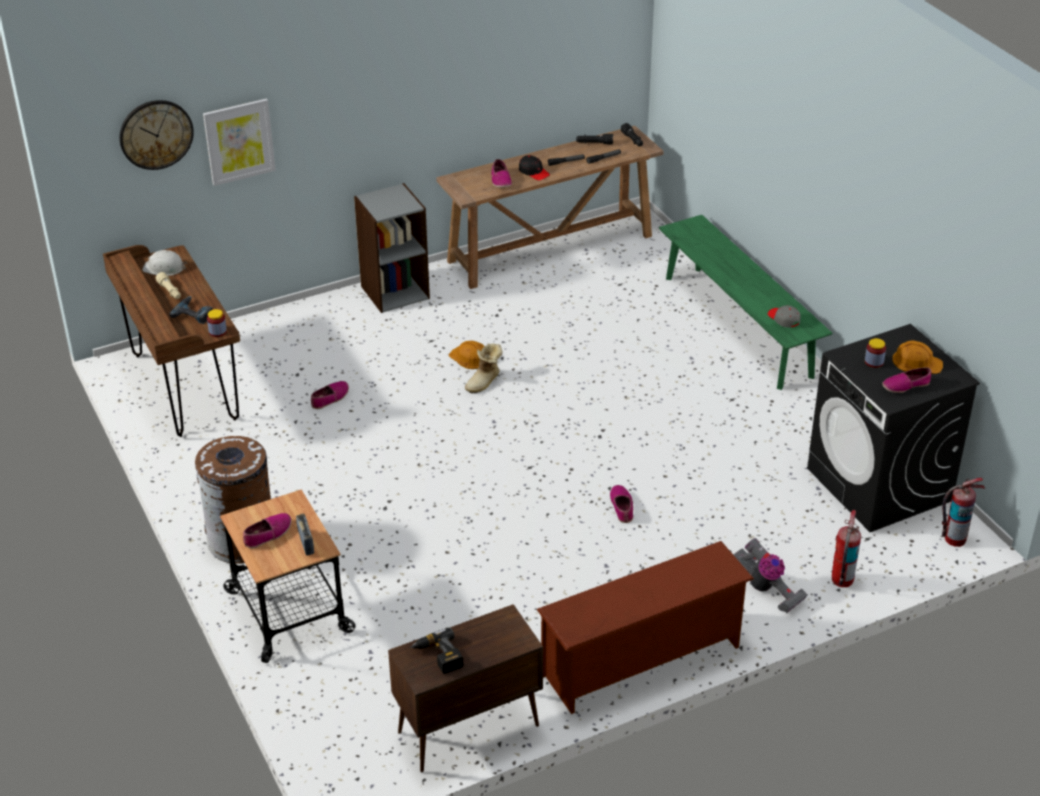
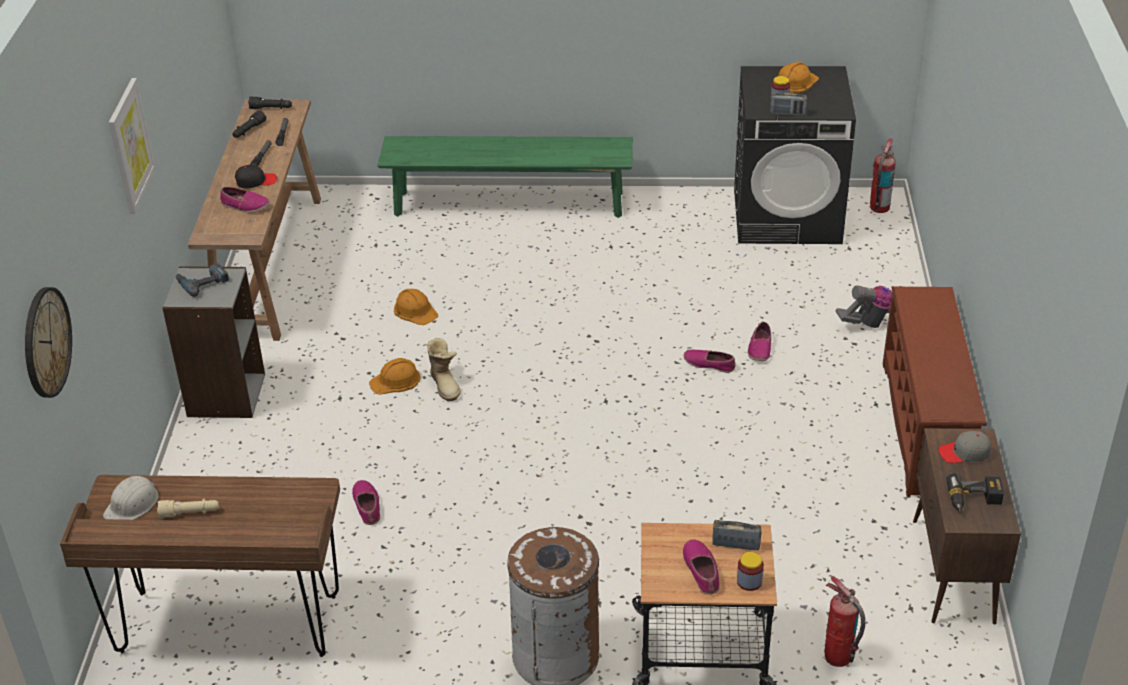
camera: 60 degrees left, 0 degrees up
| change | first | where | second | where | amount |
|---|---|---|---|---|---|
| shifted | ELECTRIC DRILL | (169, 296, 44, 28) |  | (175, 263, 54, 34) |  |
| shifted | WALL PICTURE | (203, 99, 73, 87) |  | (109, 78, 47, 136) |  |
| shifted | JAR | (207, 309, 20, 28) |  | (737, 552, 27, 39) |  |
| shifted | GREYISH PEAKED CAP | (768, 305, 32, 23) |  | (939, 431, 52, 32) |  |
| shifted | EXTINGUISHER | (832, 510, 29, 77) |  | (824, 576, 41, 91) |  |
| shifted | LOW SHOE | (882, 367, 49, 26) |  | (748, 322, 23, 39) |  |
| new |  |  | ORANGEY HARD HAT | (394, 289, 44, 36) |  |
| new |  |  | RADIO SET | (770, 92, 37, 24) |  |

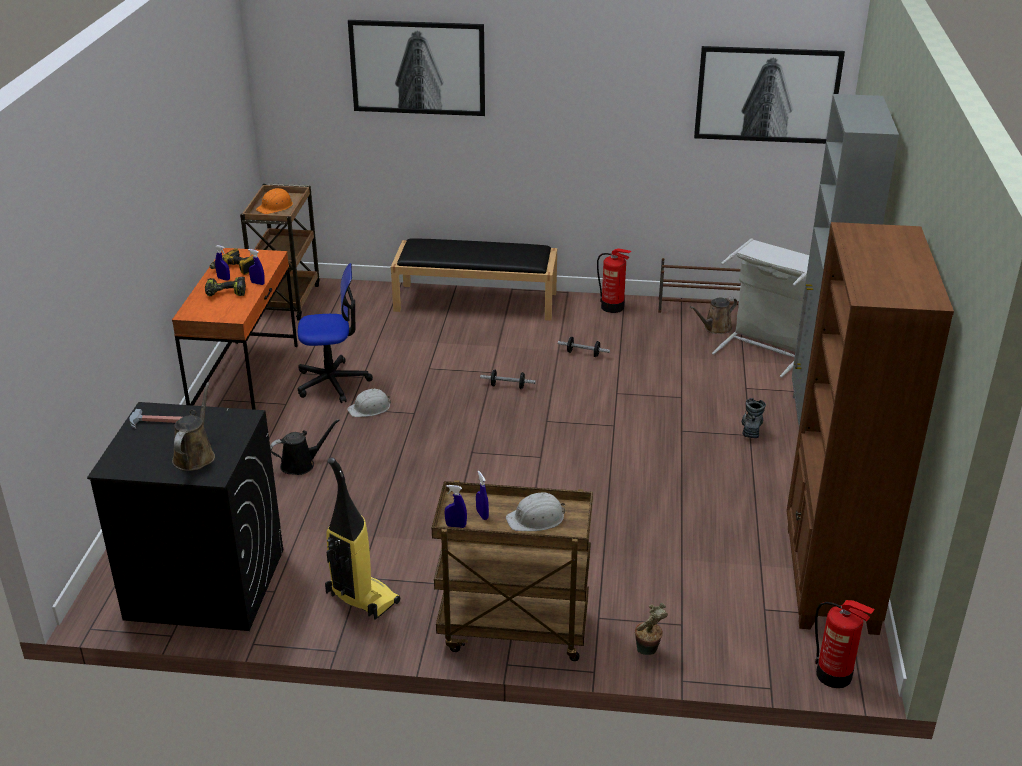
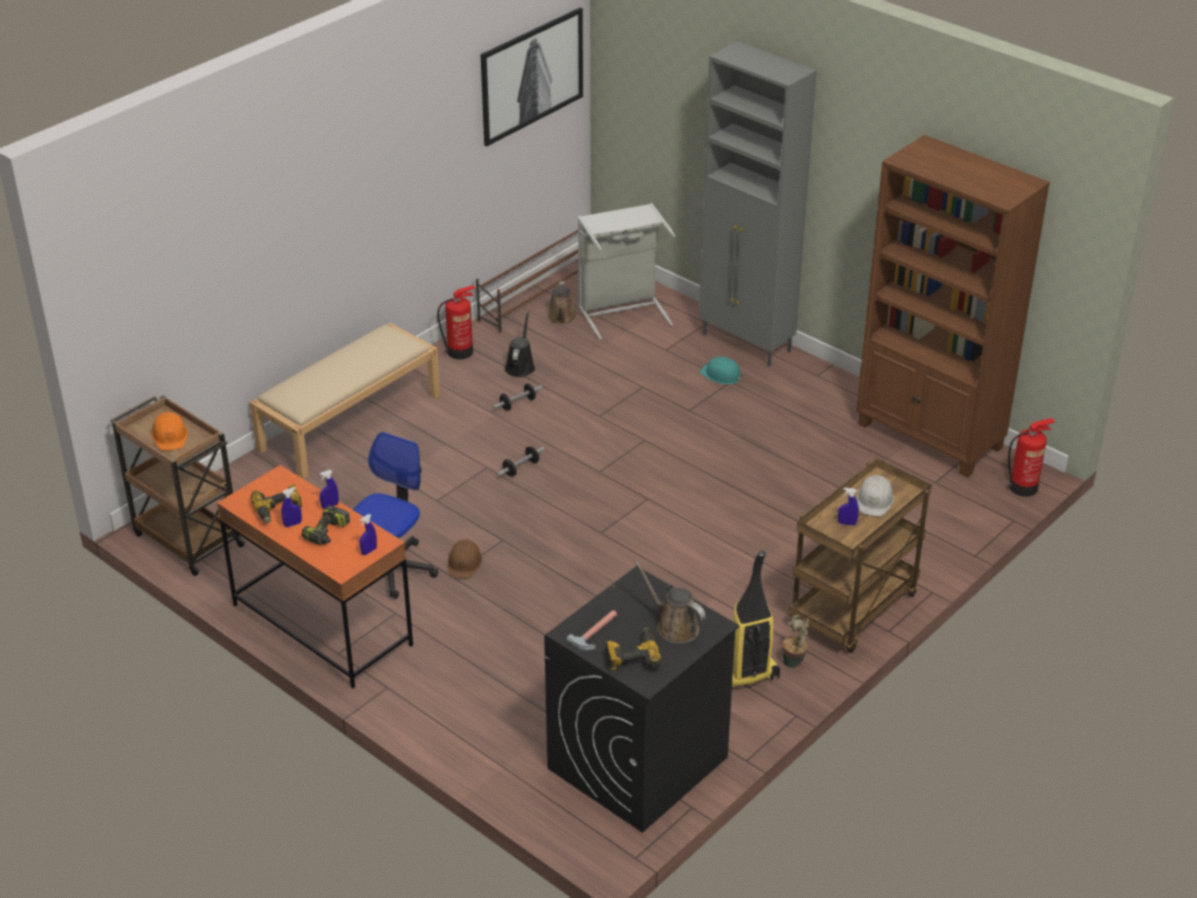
camera: 55 degrees left, 5 degrees up
| change | first | where | second | where | amount |
|---|---|---|---|---|---|
| shifted | BLACK-COLOURED SPRINKLING CAN | (270, 419, 70, 56) |  | (505, 313, 30, 64) |  |
| repainted | WHITISH HARD HAT | (347, 389, 44, 28) | BROWN-COLOURED HARD HAT | (448, 539, 34, 40) |  |
| gone | WALL PICTURE | (348, 20, 137, 96) |  |  |  |
| repainted | BLACK-COLOURED LONG SEAT | (391, 238, 166, 83) | BEIGE LONG SEAT | (250, 323, 190, 156) |  |
| shifted | BLUE SPRAYER | (445, 485, 22, 43) |  | (360, 514, 17, 41) |  |
| shifted | HOUSEPLANT | (635, 603, 33, 52) |  | (782, 615, 27, 53) |  |
| swapped | HIGH-TOP BOOT | (742, 398, 24, 40) | TURQUOISE-COLOURED HARD HAT | (700, 357, 44, 28) |  |
| new |  |  | ELECTRIC DRILL | (606, 628, 55, 42) |  |

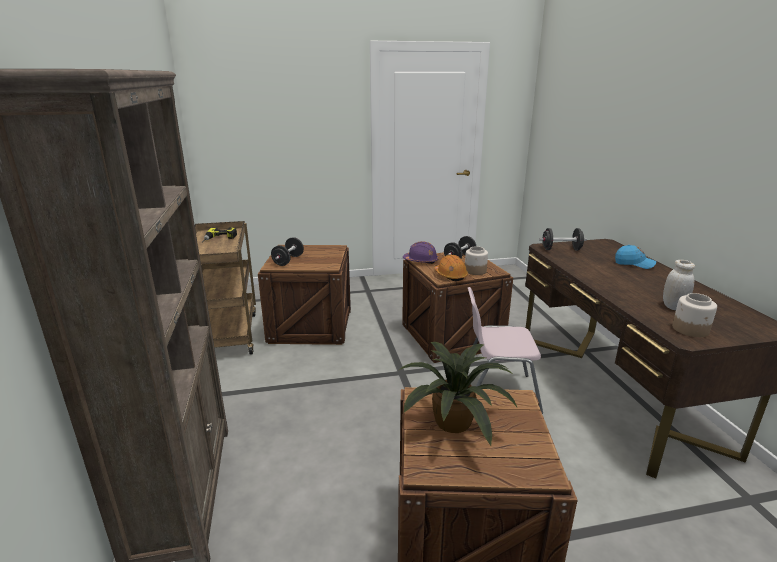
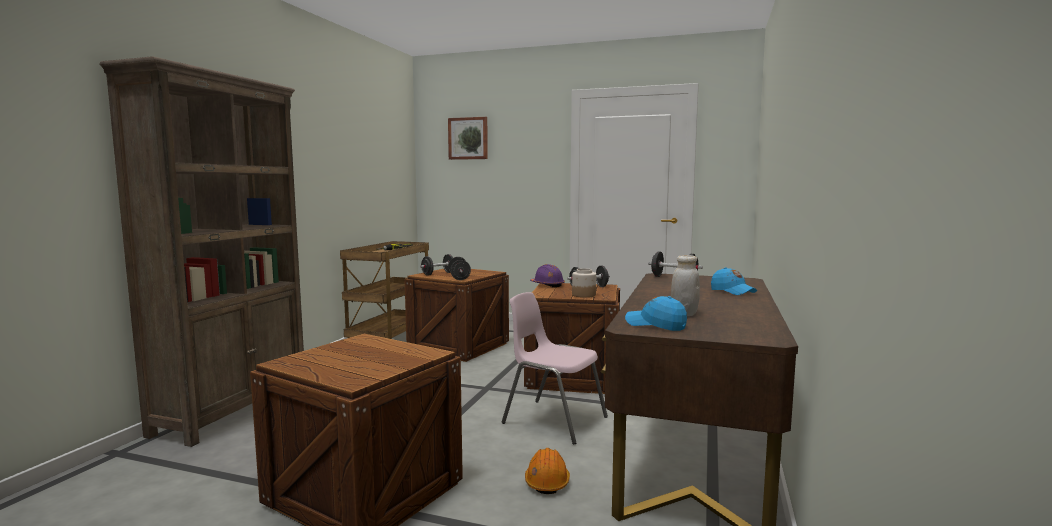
camera: 30 degrees right, 15 degrees down
| change | first | where | second | where | amount |
|---|---|---|---|---|---|
| gone | HOUSEPLANT | (399, 342, 118, 104) |  |  |  |
| shifted | ORANGEY HARD HAT | (434, 254, 34, 27) |  | (525, 448, 45, 46) |  |
| swapped | JAR | (672, 293, 45, 44) | BLUE PEAKED CAP | (625, 296, 62, 35) |  |
| new |  |  | WALL PICTURE | (448, 117, 40, 43) |  |
| new |  |  | BLACK-COLOURED HAND WEIGHT | (448, 257, 23, 23) |  |

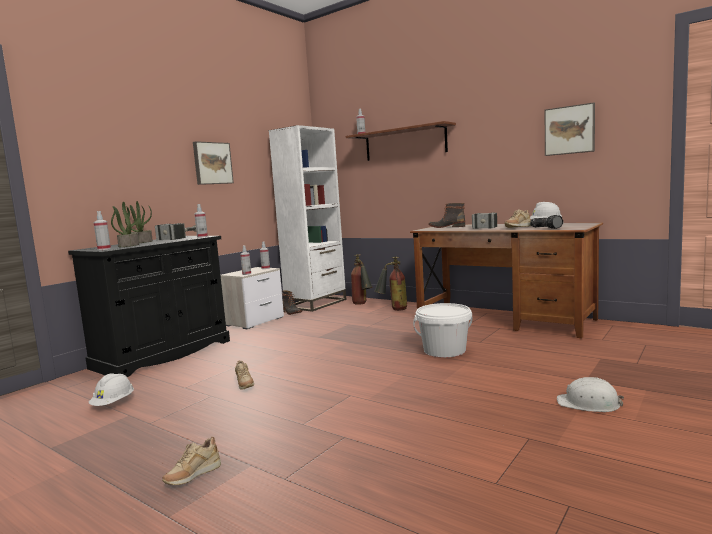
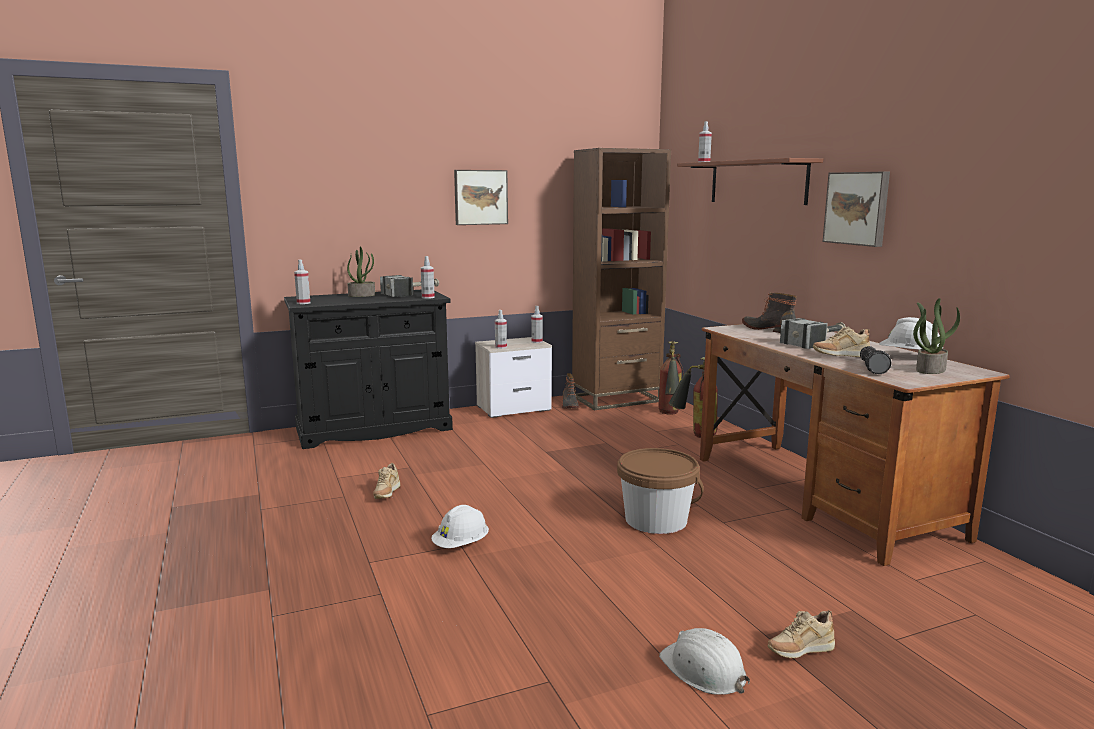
camera: 30 degrees right, 5 degrees up
| change | first | where | second | where | amount |
|---|---|---|---|---|---|
| shifted | WHITISH HARD HAT | (89, 373, 45, 33) |  | (431, 505, 58, 43) |  |
| shifted | HOUSEPLANT | (111, 202, 29, 45) |  | (913, 298, 47, 76) |  |
| shifted | BEIGE LOW SHOE | (162, 437, 59, 48) |  | (767, 610, 68, 48) |  |
| repainted | WHITISH BOOKCASE | (269, 125, 78, 187) | BROWN-COLOURED BOOKCASE | (572, 148, 99, 262) |  |
| repainted | WHITISH BUCKET | (413, 303, 60, 55) | BROWN-COLOURED BUCKET | (617, 448, 87, 86) |  |
| shifted | WALL PICTURE | (545, 102, 50, 54) |  | (823, 172, 67, 75) |  |

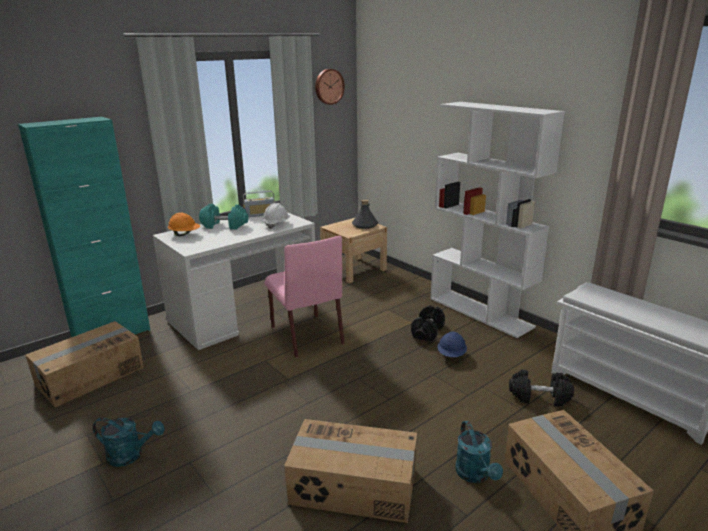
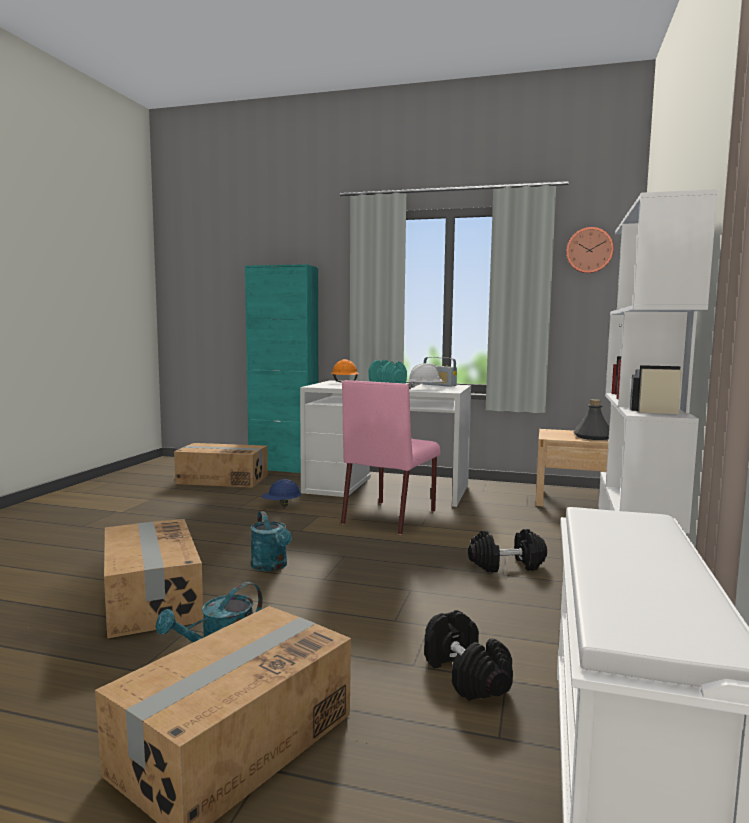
camera: 55 degrees right, 15 degrees down
| change | first | where | second | where | amount |
|---|---|---|---|---|---|
| shifted | TURQUOISE-COLOURED SPRINKLING CAN | (93, 417, 72, 50) |  | (250, 511, 42, 60) |  |
| shifted | BLUE HARD HAT | (437, 332, 30, 25) |  | (262, 479, 39, 28) |  |

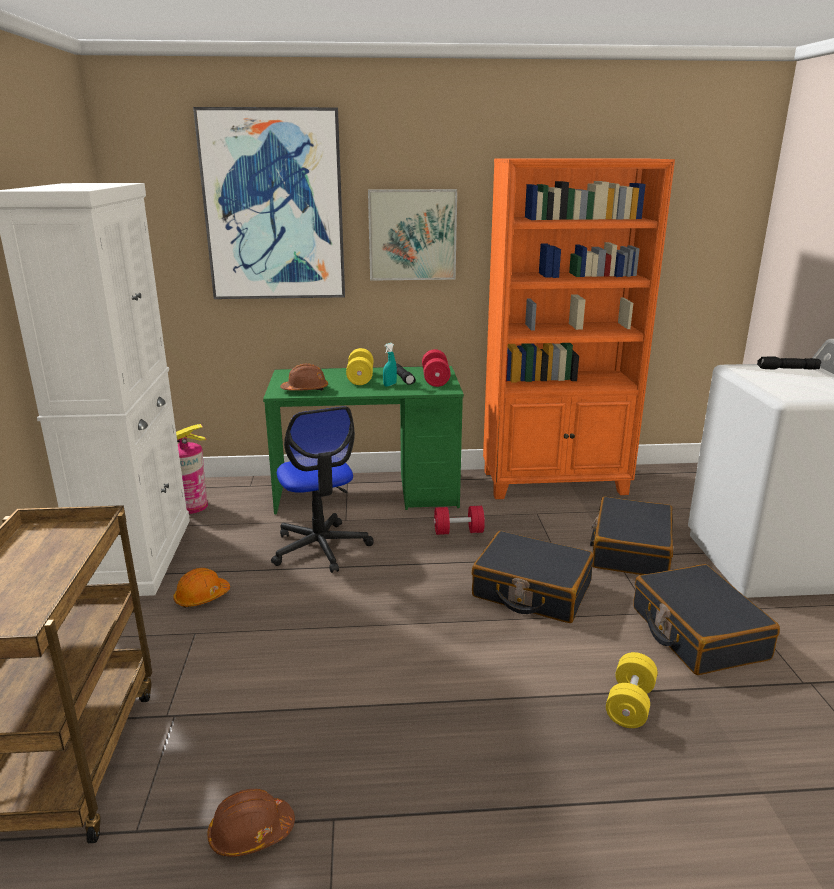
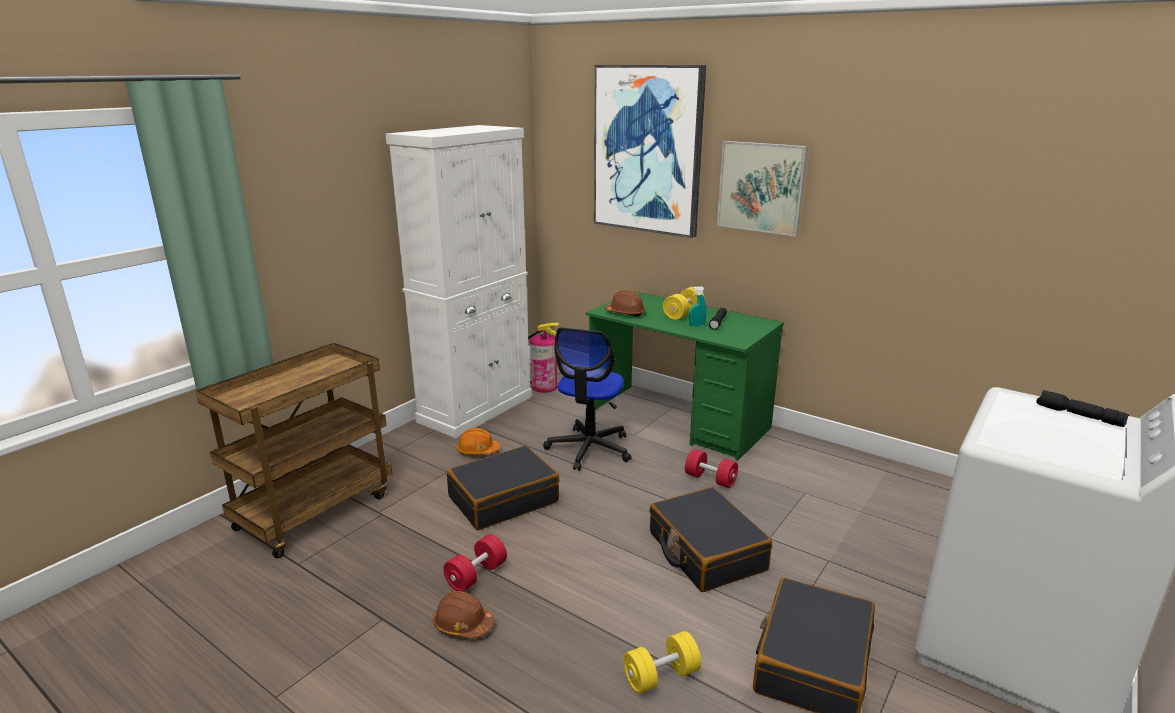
camera: 40 degrees right, 0 degrees up
| change | first | where | second | where | amount |
|---|---|---|---|---|---|
| shifted | BROWN-COLOURED HARD HAT | (207, 789, 88, 68) |  | (433, 591, 61, 47) |  |
| shifted | RED-COLOURED HAND WEIGHT | (422, 349, 29, 38) |  | (443, 534, 64, 58) |  |
| gone | ORANGEY BOOKCASE | (483, 158, 192, 341) |  |  |  |
| shifted | BLACK-COLOURED TRAVEL CASE | (590, 497, 84, 78) |  | (447, 446, 112, 84) |  |

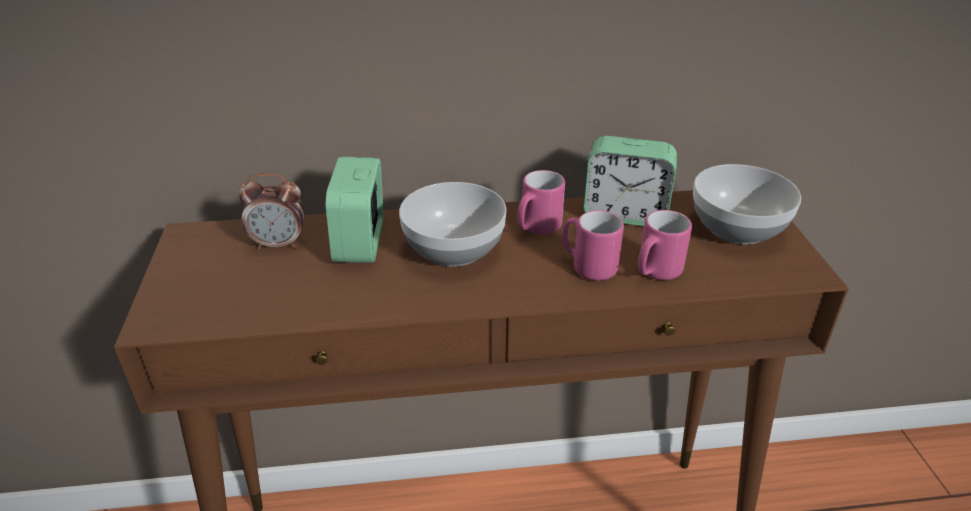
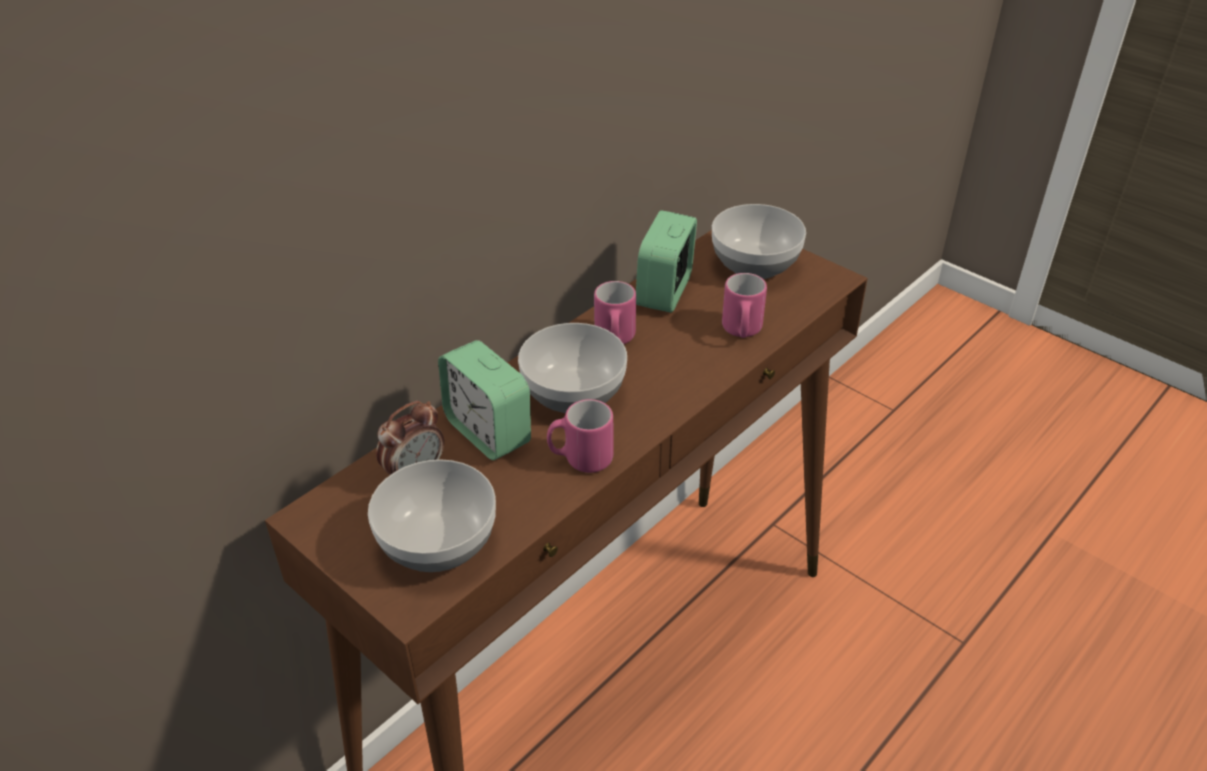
camera: 40 degrees left, 5 degrees up
| change | first | where | second | where | amount |
|---|---|---|---|---|---|
| shifted | PINK TEA MUG | (562, 210, 62, 71) |  | (547, 399, 66, 74) |  |
| rotated | TABLE CLOCK | (583, 136, 94, 90) |  | (636, 210, 61, 103) | 135 degrees clockwise |
| new |  |  | BOWL | (368, 459, 128, 113) |  |

